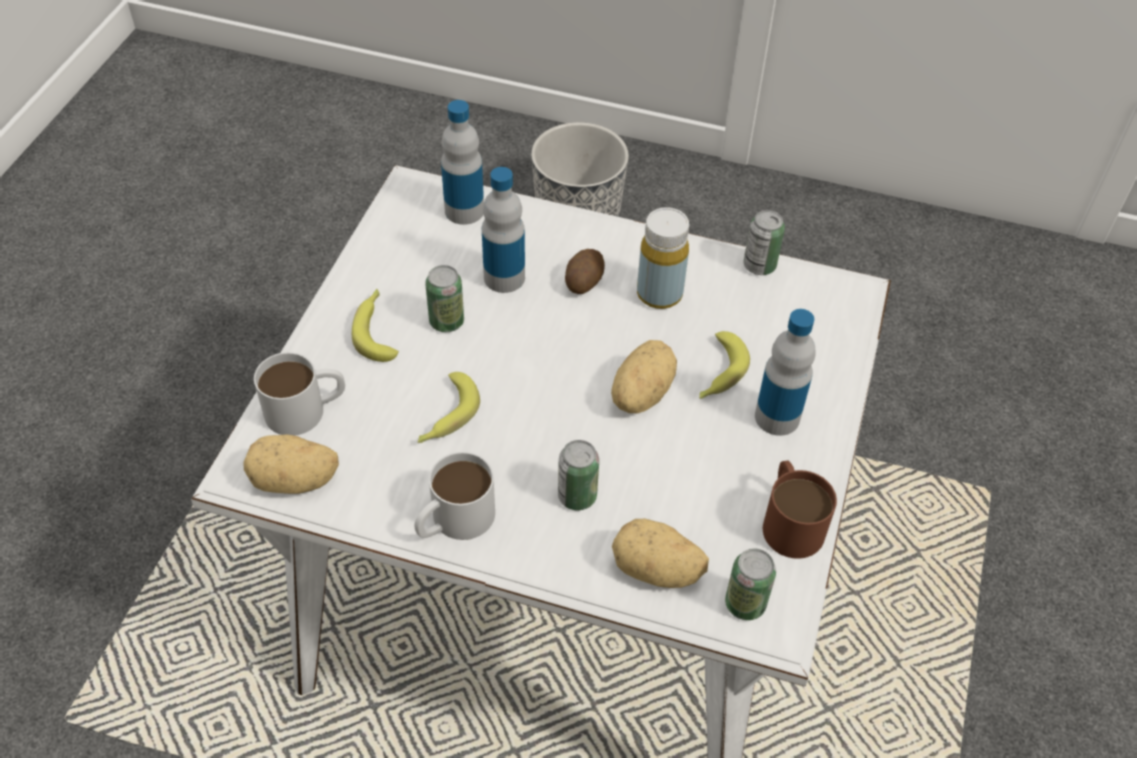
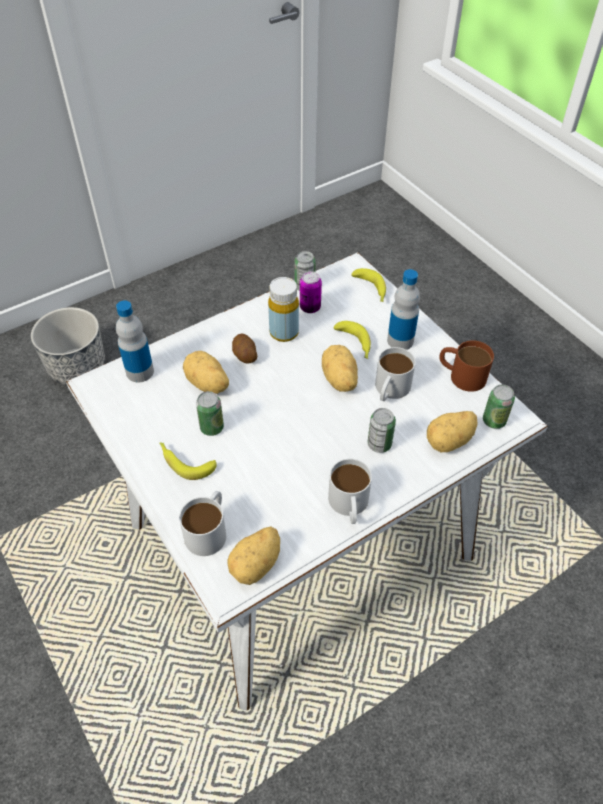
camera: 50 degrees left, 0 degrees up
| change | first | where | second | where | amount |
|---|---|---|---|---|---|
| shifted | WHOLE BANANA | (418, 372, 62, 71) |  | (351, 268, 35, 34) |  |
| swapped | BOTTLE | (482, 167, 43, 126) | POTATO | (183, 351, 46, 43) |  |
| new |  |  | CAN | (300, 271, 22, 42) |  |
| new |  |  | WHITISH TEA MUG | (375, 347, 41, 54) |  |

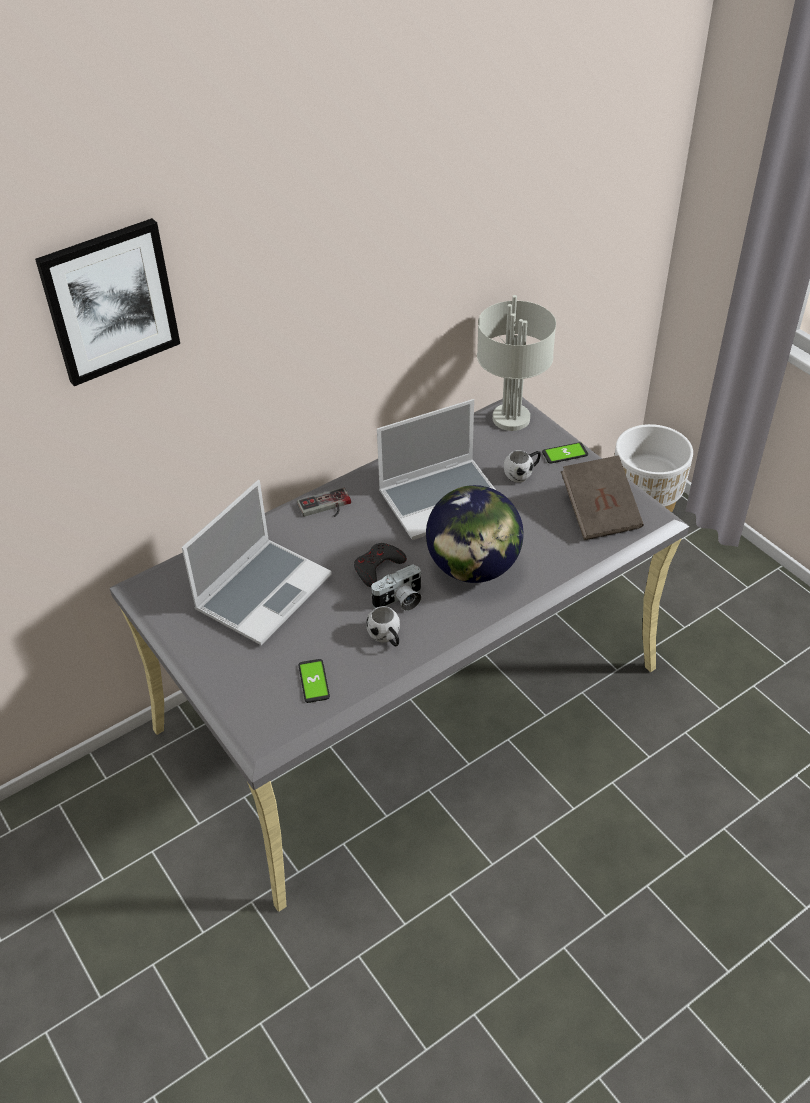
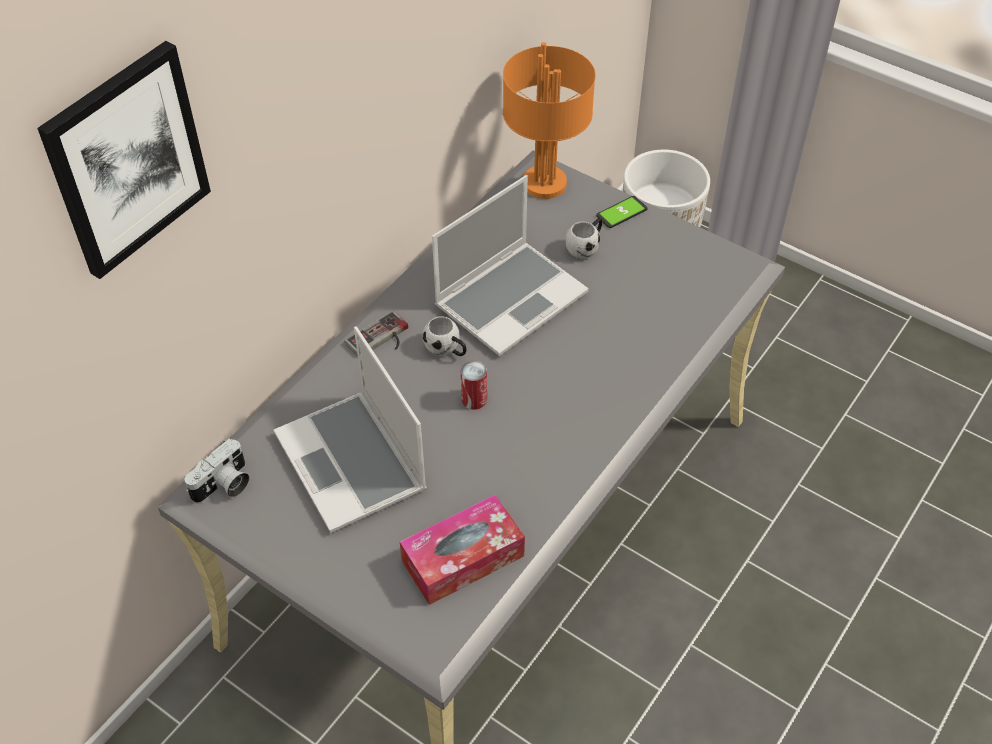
camera: 20 degrees left, 5 degrees up
| change | first | where | second | where | amount |
|---|---|---|---|---|---|
| rotated | LAPTOP | (182, 480, 150, 165) |  | (274, 326, 153, 207) | 135 degrees clockwise |
| swapped | PHONE | (298, 659, 32, 44) | TISSUE BOX | (400, 495, 125, 110) |  |
| swapped | GREYISH GAME CONTROLLER | (354, 543, 53, 44) | CAN | (461, 361, 26, 49) |  |
| shifted | WHITISH TEA MUG | (366, 606, 34, 40) |  | (423, 316, 44, 40) |  |
| shifted | PHOTO CAMERA | (370, 564, 52, 47) |  | (185, 439, 64, 64) |  |
| gone | WORLD GLOBE | (426, 485, 97, 98) |  |  |  |
| repainted | GREYISH TABLE LAMP | (477, 295, 79, 136) | ORANGEY TABLE LAMP | (503, 42, 93, 157) |  |
| gone | BROWN-COLOURED VOLUME | (561, 455, 83, 85) |  |  |  |

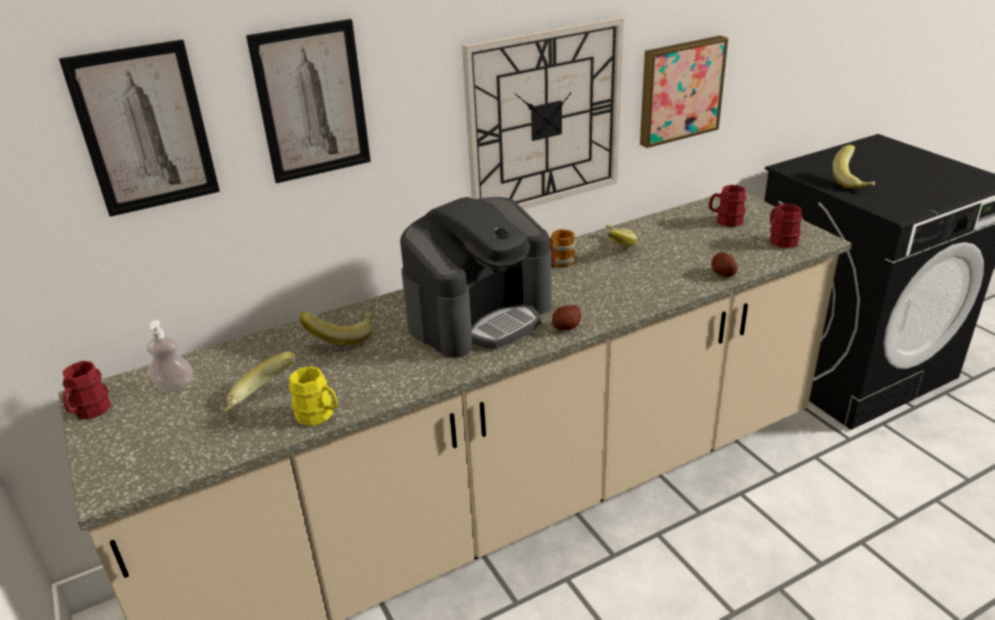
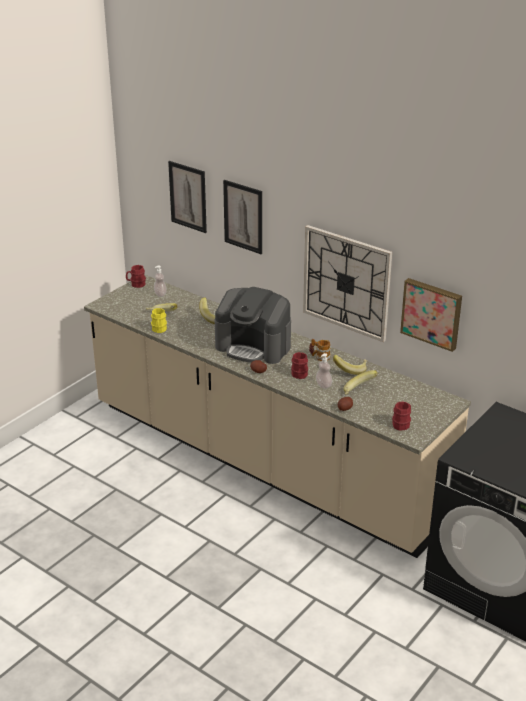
camera: 65 degrees right, 0 degrees up
| change | first | where | second | where | amount |
|---|---|---|---|---|---|
| shifted | RED-COLOURED TEA MUG | (709, 185, 38, 42) |  | (291, 352, 17, 27) |  |
| shifted | WHOLE BANANA | (832, 145, 43, 44) |  | (343, 370, 35, 25) |  |
| new |  |  | LIQUID SOAP BOTTLE | (316, 353, 16, 36) |  |

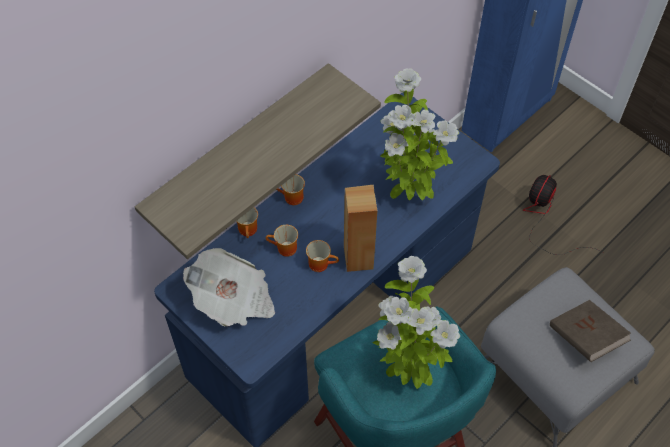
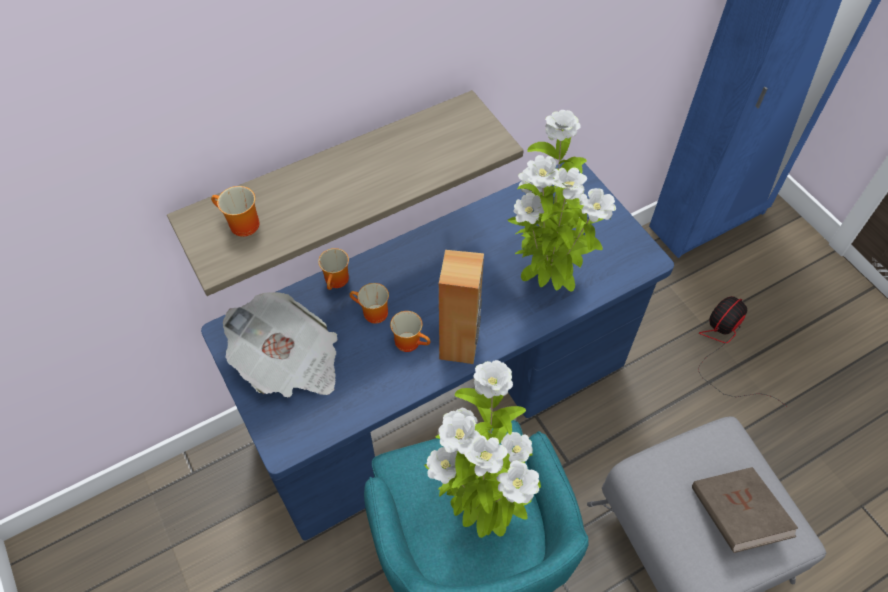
camera: 15 degrees right, 0 degrees up
| change | first | where | second | where | amount |
|---|---|---|---|---|---|
| shifted | TEA MUG | (276, 174, 29, 31) |  | (211, 186, 49, 51) |  |

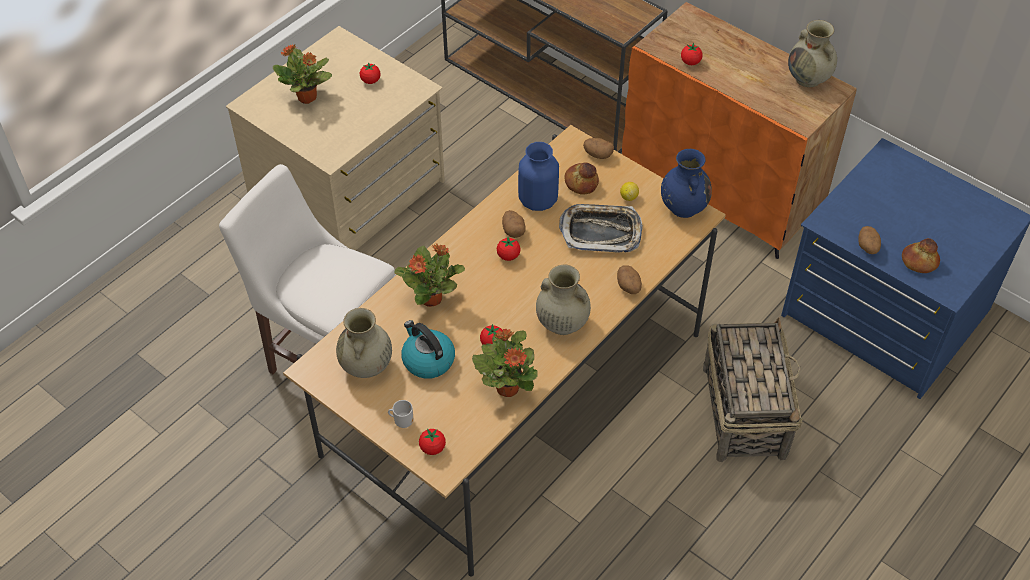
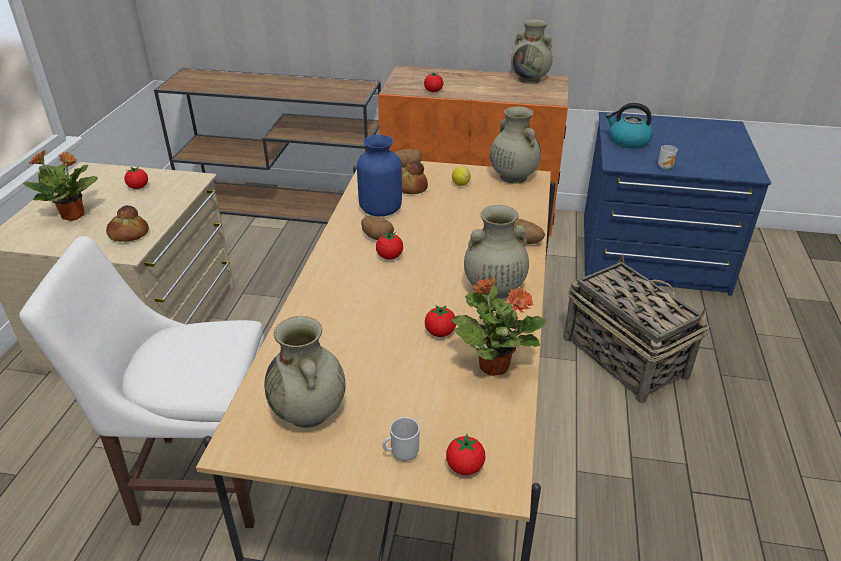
camera: 30 degrees left, 15 degrees down
| change | first | where | second | where | amount |
|---|---|---|---|---|---|
| gone | HOUSEPLANT | (395, 243, 70, 64) |  |  |  |
| shifted | WATER KETTLE | (401, 320, 54, 59) |  | (606, 103, 47, 45) |  |
| gone | TRAY | (559, 204, 84, 49) |  |  |  |
| repainted | BLUE VASE | (661, 149, 51, 69) | BEIGE VASE | (490, 106, 51, 78) |  |
| swapped | POTATO | (858, 226, 23, 28) | TEA MUG | (658, 145, 20, 25) |  |
| shifted | BAKERY BREAD | (902, 238, 38, 35) |  | (106, 205, 43, 37) |  |

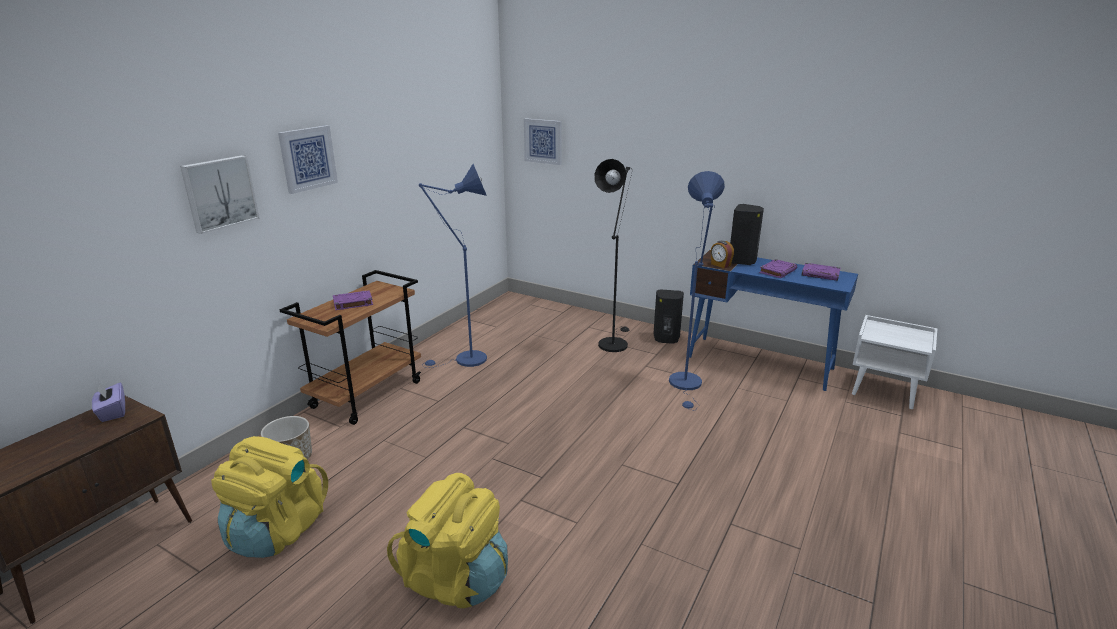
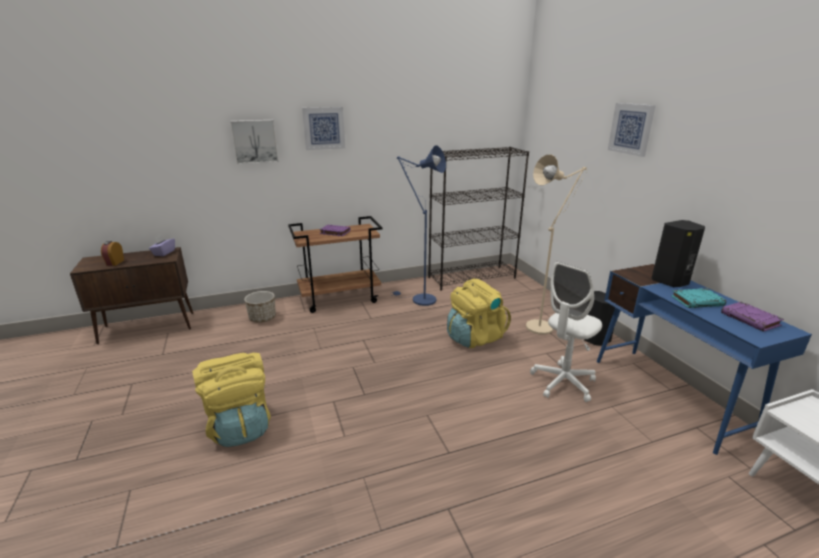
camera: 40 degrees right, 0 degrees up
| change | first | where | second | where | amount |
|---|---|---|---|---|---|
| shifted | YELLOW-COLOURED KNAPSACK | (211, 436, 117, 122) |  | (447, 278, 64, 70) |  |
| shifted | WALL PICTURE | (524, 118, 38, 47) |  | (608, 103, 48, 54) |  |
| repainted | BLACK-COLOURED STANDARD LAMP | (594, 159, 38, 193) | BEIGE STANDARD LAMP | (526, 154, 61, 181) |  |
| swapped | BLUE STANDARD LAMP | (669, 171, 56, 240) | WHITISH COMPUTER CHAIR | (530, 262, 72, 140) |  |
| shifted | TABLE CLOCK | (711, 241, 23, 27) |  | (101, 241, 23, 25) |  |
| repainted | PURPLE-COLOURED VOLUME | (759, 259, 38, 19) | TURQUOISE-COLOURED VOLUME | (671, 288, 55, 20) |  |
| new |  |  | BLACK-COLOURED BOOKCASE | (428, 147, 101, 143) |  |

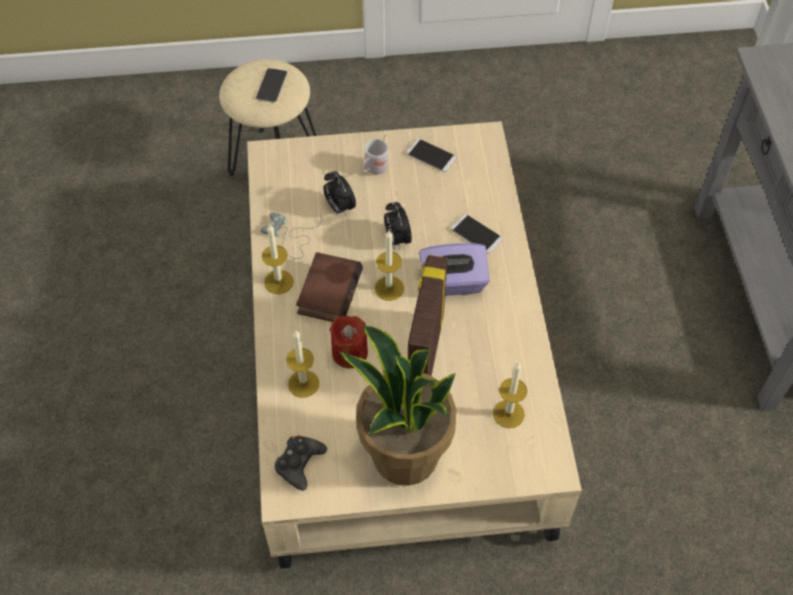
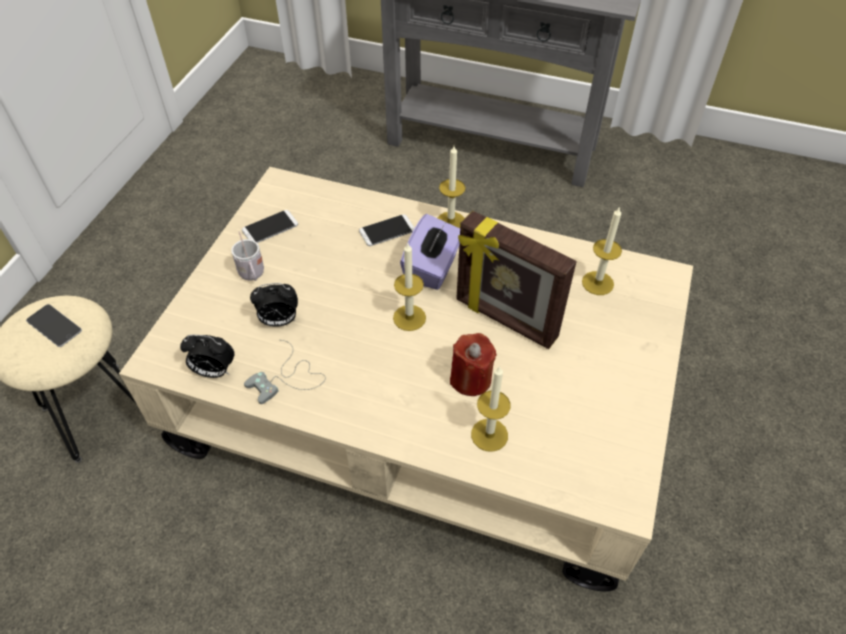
camera: 65 degrees left, 5 degrees down
| change | first | where | second | where | amount |
|---|---|---|---|---|---|
| shifted | CANDLE | (262, 223, 32, 71) |  | (438, 146, 28, 82) |  |
| gone | BLACK-COLOURED GAME CONTROLLER | (275, 435, 52, 56) |  |  |  |
| gone | VOLUME | (296, 252, 67, 70) |  |  |  |
| gone | HOUSEPLANT | (339, 326, 117, 160) |  |  |  |
| shifted | TABLE CLOCK | (384, 202, 28, 47) |  | (180, 335, 55, 43) |  |

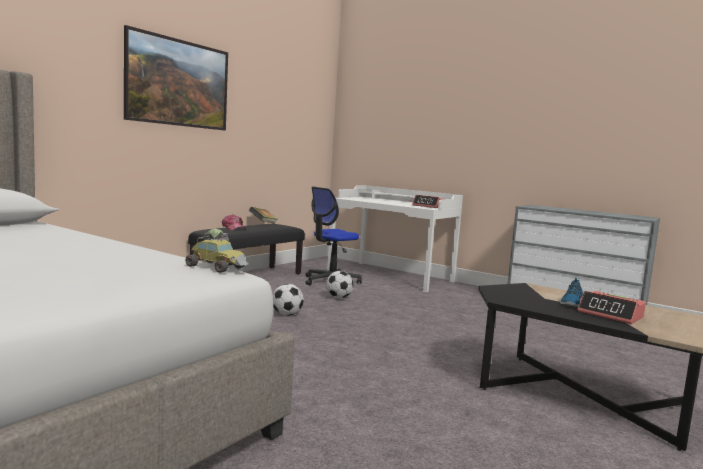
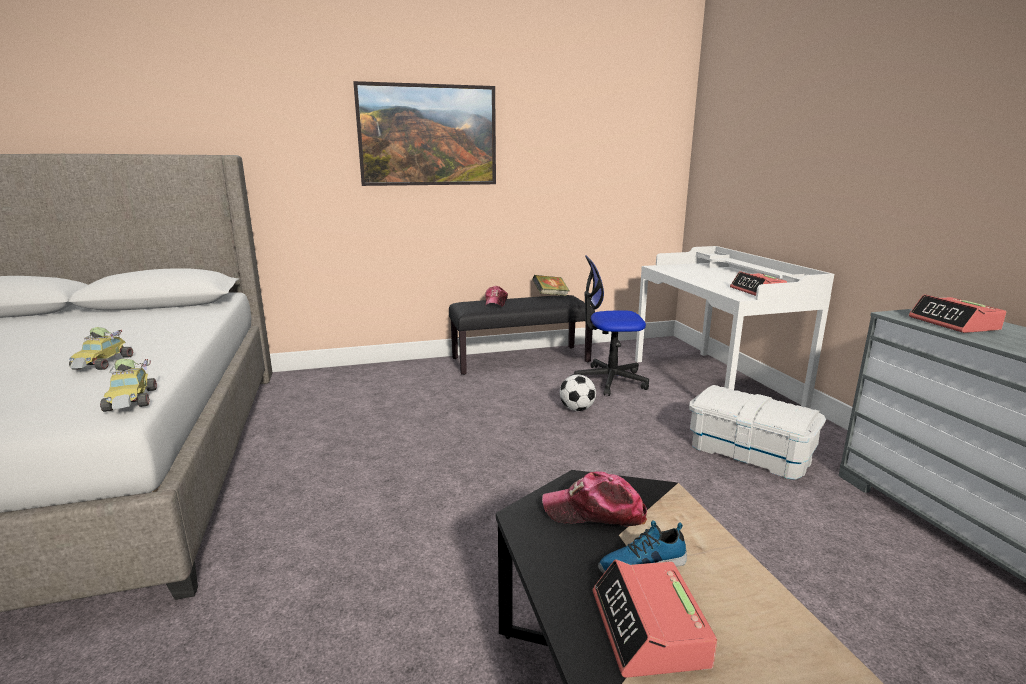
camera: 40 degrees right, 10 degrees up
| change | first | where | second | where | amount |
|---|---|---|---|---|---|
| gone | FOOTBALL | (273, 284, 31, 32) |  |  |  |
| new |  |  | TOY CAR | (69, 327, 64, 43) |  |
| new |  |  | PEAKED CAP | (542, 471, 105, 56) |  |
| new |  |  | WHITISH STORAGE BOX | (689, 385, 137, 95) |  |
| new |  |  | TABLE CLOCK | (909, 294, 97, 39) |  |

